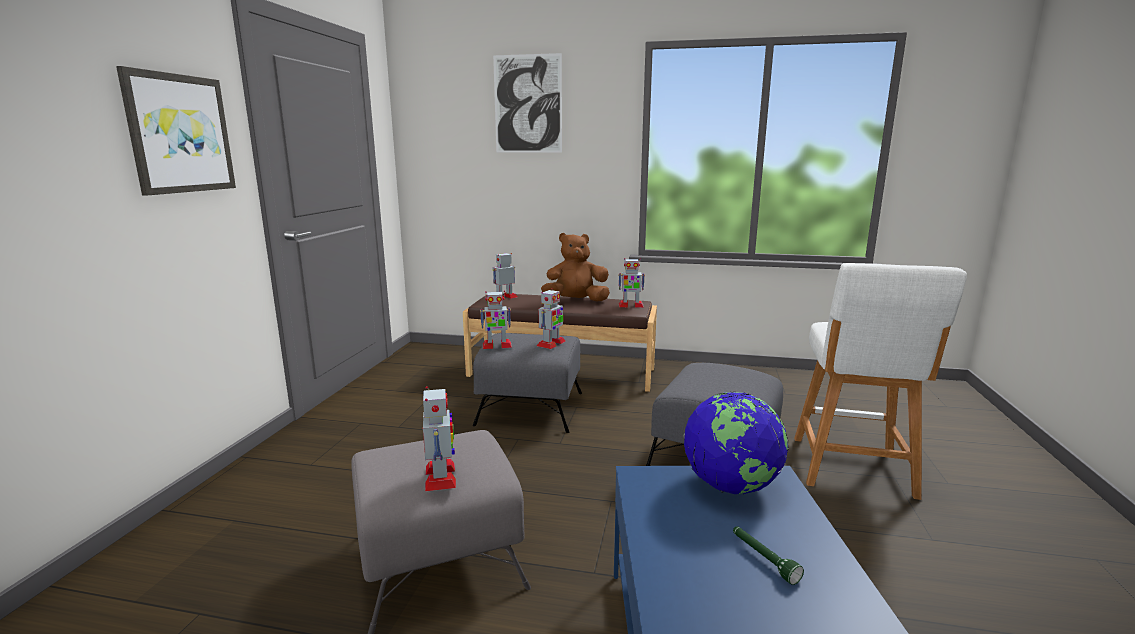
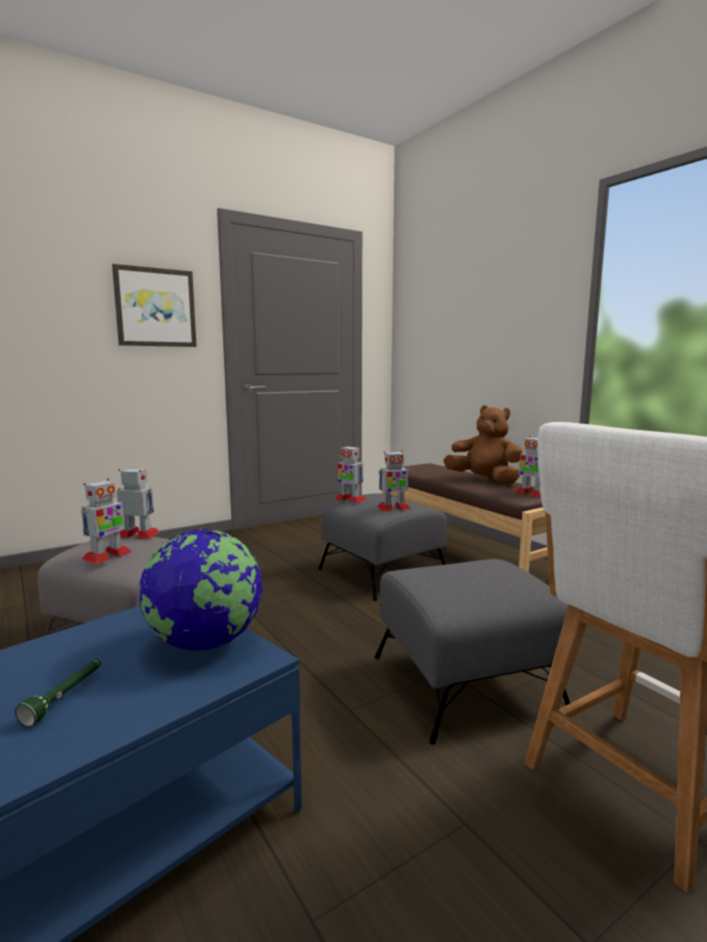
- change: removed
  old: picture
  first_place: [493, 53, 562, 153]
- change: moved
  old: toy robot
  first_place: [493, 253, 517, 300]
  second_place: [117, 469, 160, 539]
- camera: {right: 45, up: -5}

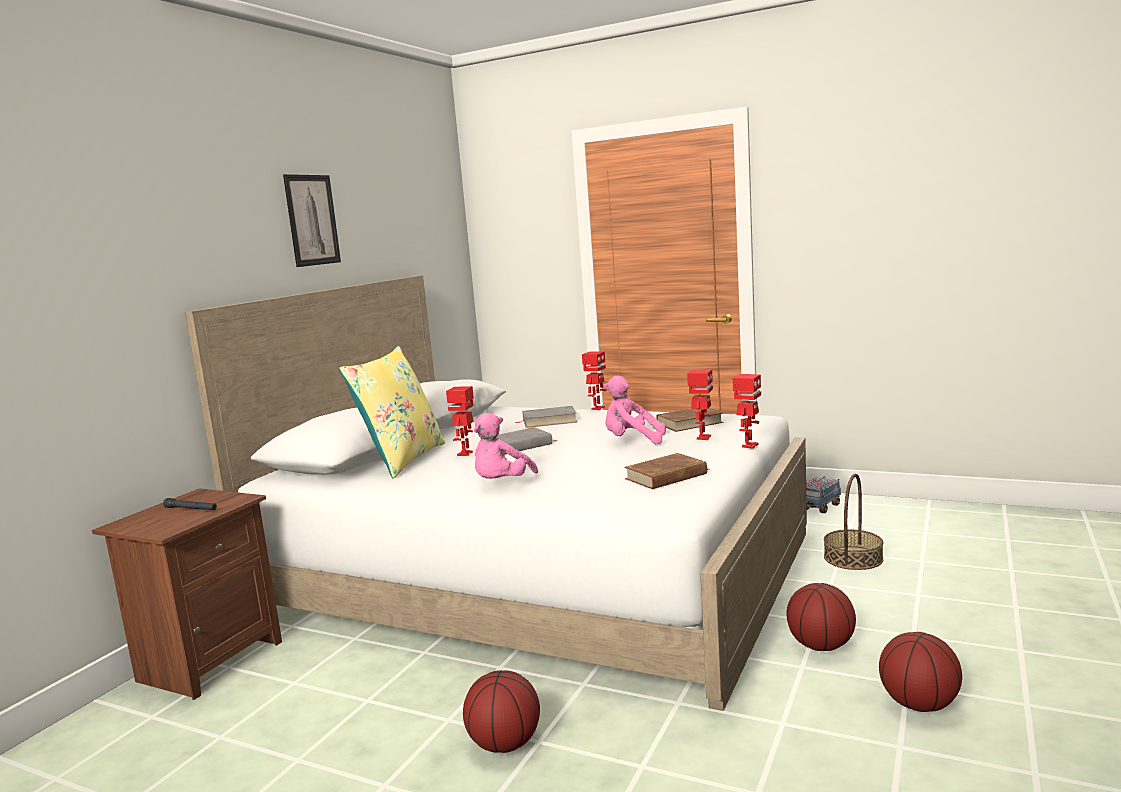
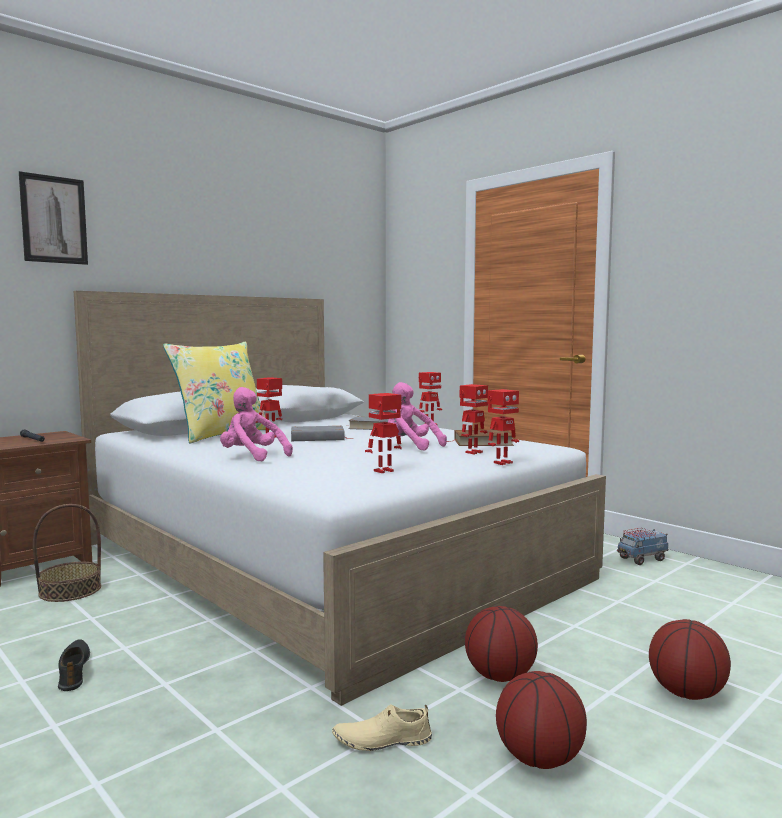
- change: moved
  old: picture
  first_place: [283, 174, 341, 267]
  second_place: [19, 171, 88, 265]
- change: turned
  old: pink plush toy
  first_place: [474, 413, 538, 479]
  second_place: [220, 387, 293, 461]
  degrees: 75
- change: replaced
  old: brown book
  new: toy robot
  first_place: [624, 453, 710, 489]
  second_place: [365, 393, 402, 473]
- change: moved
  old: basket
  first_place: [824, 474, 883, 570]
  second_place: [33, 504, 101, 602]
- change: moved
  old: basketball
  first_place: [463, 670, 540, 753]
  second_place: [649, 619, 731, 700]
- change: added
  new: black shoe
  second_place: [58, 639, 90, 691]
- change: added
  new: beige shoe
  second_place: [332, 704, 432, 751]
- camera: {right: 20, up: -5}

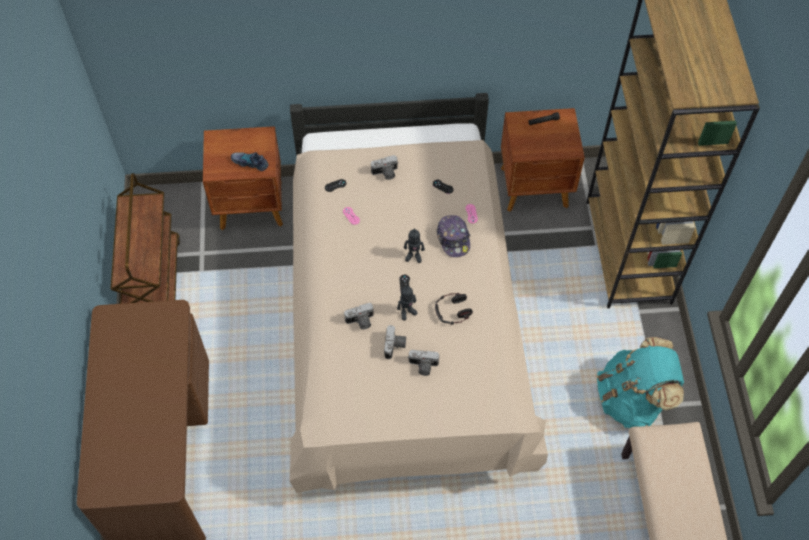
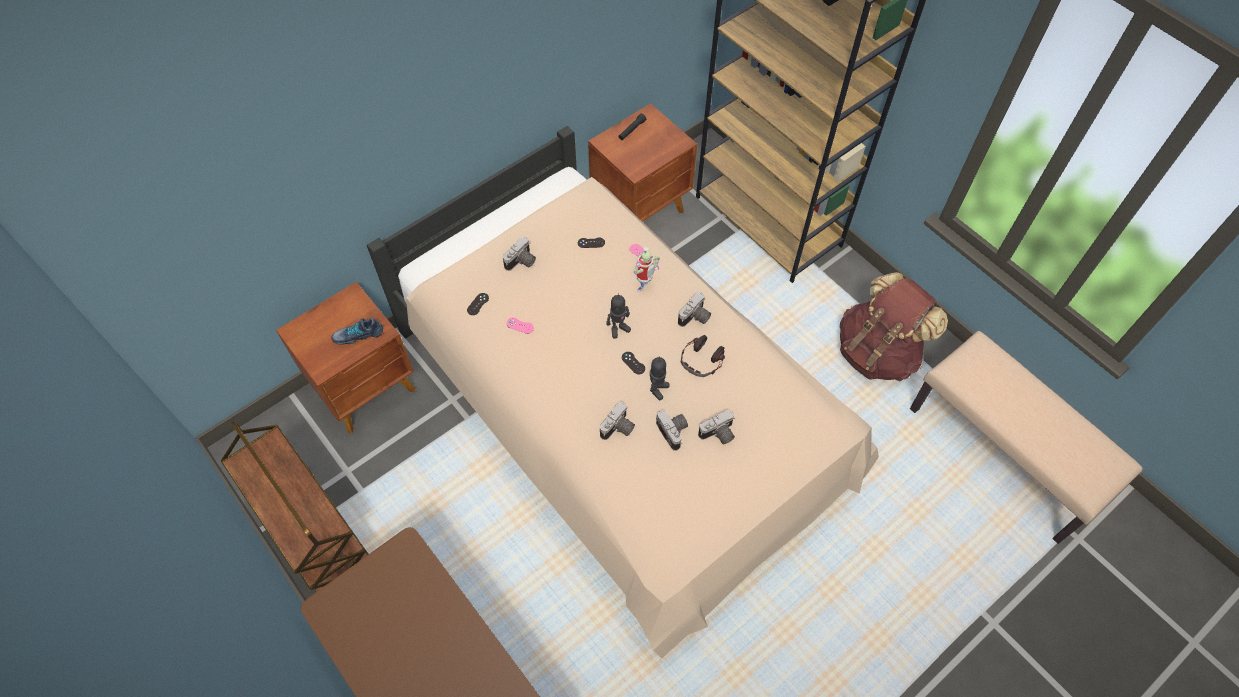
- change: replaced
  old: cap
  new: toy robot
  first_place: [437, 215, 471, 257]
  second_place: [634, 247, 660, 292]
- change: recoloured
  old: turquoise backpack
  new: brown backpack
  first_place: [597, 337, 684, 428]
  second_place: [840, 272, 948, 381]
- change: added
  new: photo camera
  second_place: [678, 292, 711, 327]
- camera: {right: -35, up: 0}

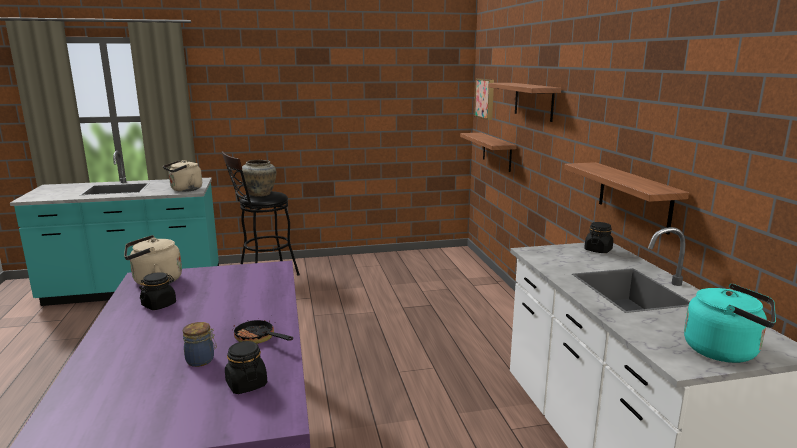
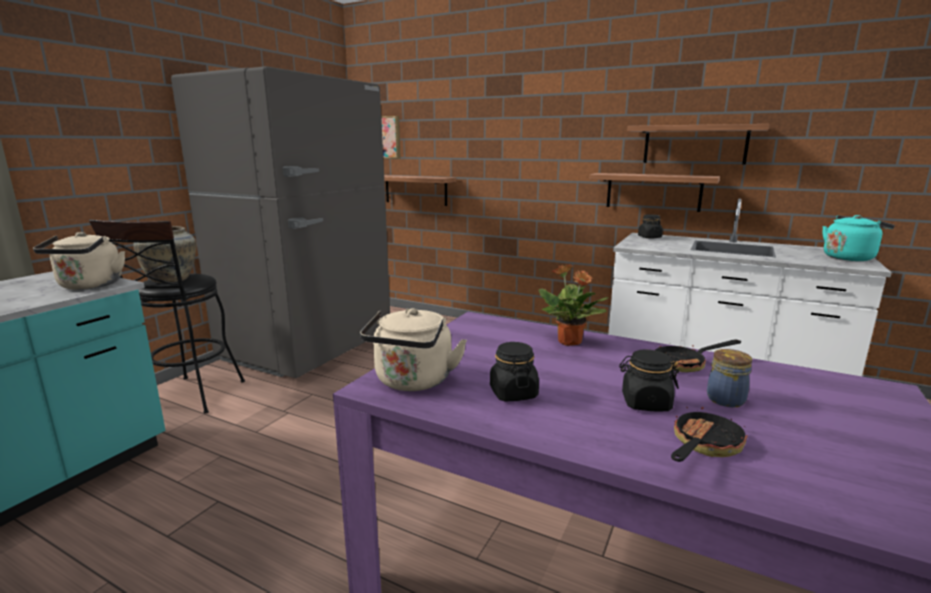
- change: moved
  old: shelf
  first_place: [488, 83, 561, 122]
  second_place: [627, 124, 770, 165]
- change: moved
  old: black jar
  first_place: [225, 341, 267, 394]
  second_place: [619, 349, 679, 412]
- change: added
  new: grey fridge
  second_place: [171, 66, 390, 378]
- change: added
  new: potted plant
  second_place: [539, 264, 608, 346]
- change: added
  new: frying pan
  second_place: [671, 399, 748, 462]
- camera: {right: -50, up: 0}

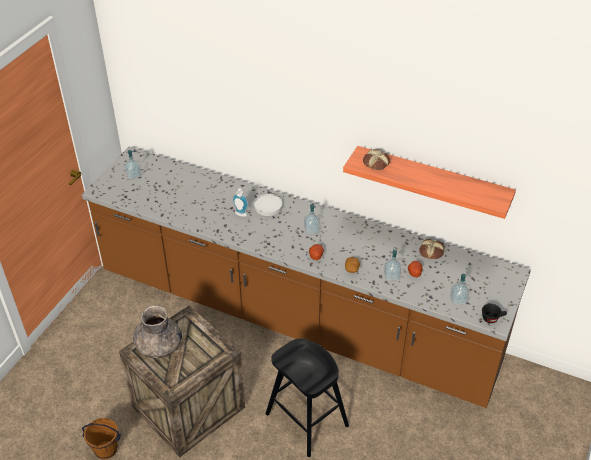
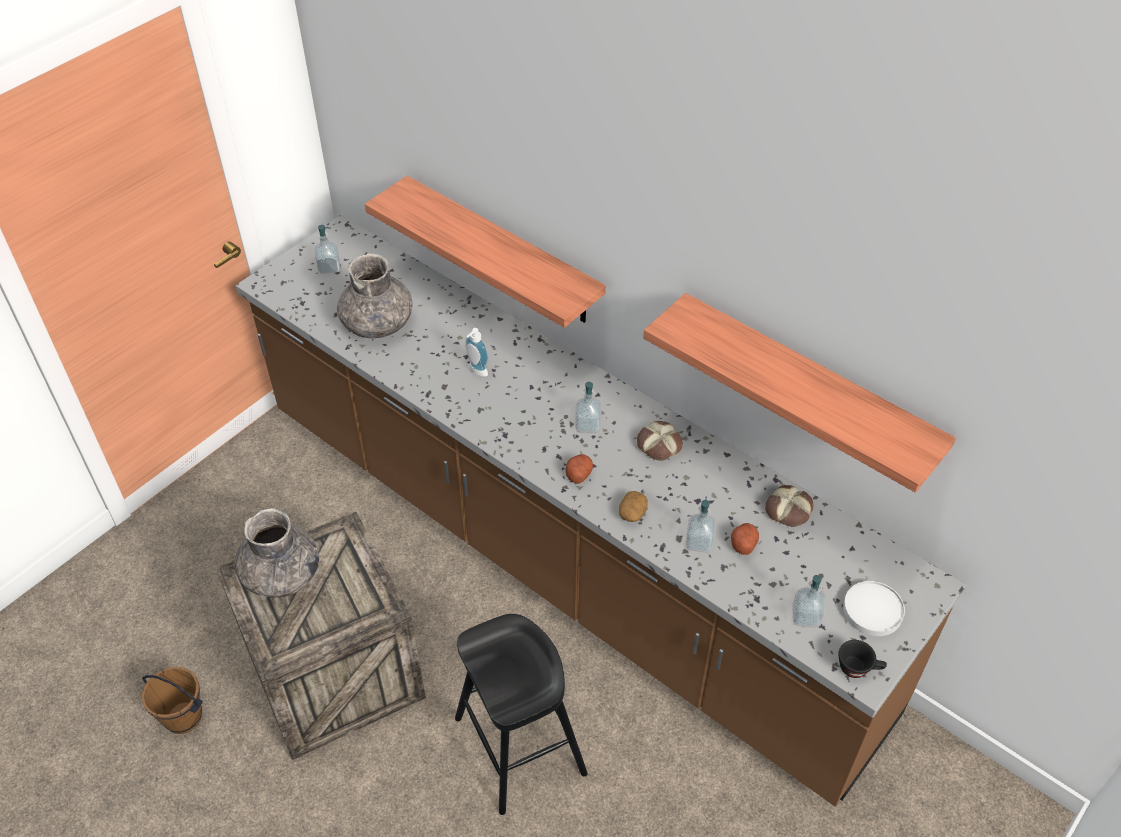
- change: moved
  old: bread
  first_place: [363, 149, 390, 170]
  second_place: [637, 421, 683, 461]
- change: moved
  old: white plate
  first_place: [254, 194, 282, 216]
  second_place: [843, 581, 905, 636]
- change: added
  new: shelf
  second_place: [365, 176, 606, 328]
- change: added
  new: grey vase
  second_place: [337, 254, 413, 338]
- camera: {right: 15, up: 5}

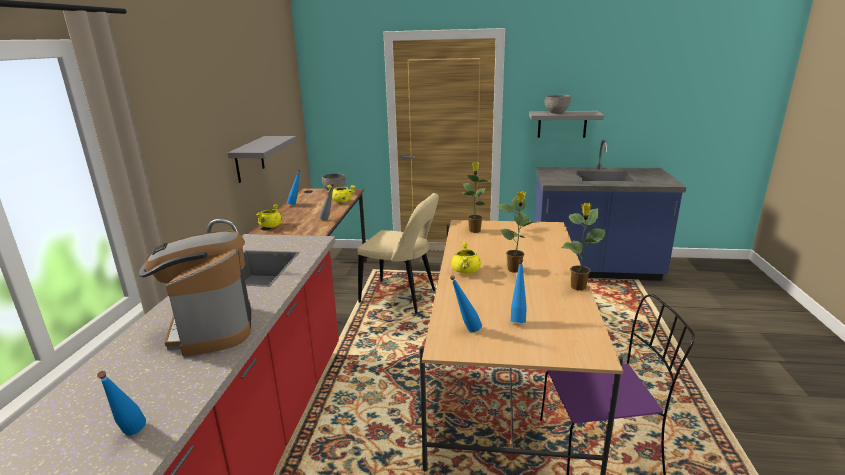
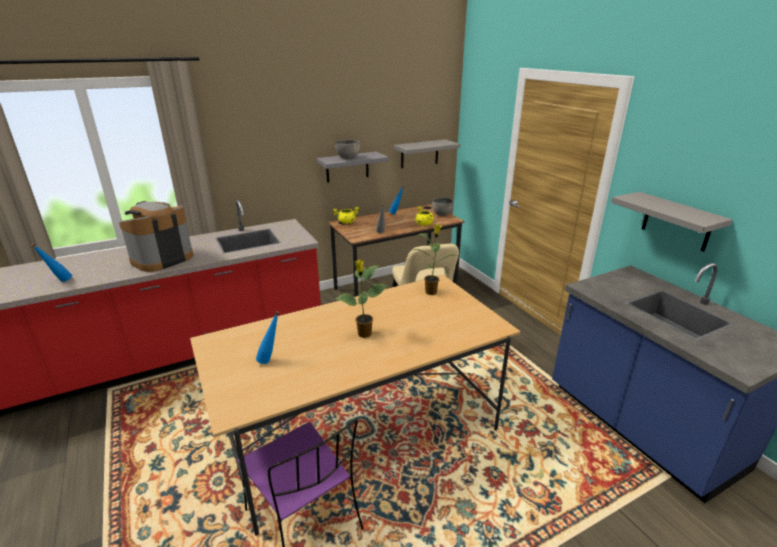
- change: moved
  old: grey bowl
  first_place: [545, 95, 571, 114]
  second_place: [335, 140, 360, 159]
- change: removed
  old: potted plant
  first_place: [561, 203, 605, 290]
- change: removed
  old: yellow cooking pot
  first_place: [452, 242, 481, 274]
- change: removed
  old: blue bottle
  first_place: [450, 275, 482, 332]
- change: added
  new: grey shelf
  second_place: [394, 139, 460, 168]
- camera: {right: 55, up: 5}

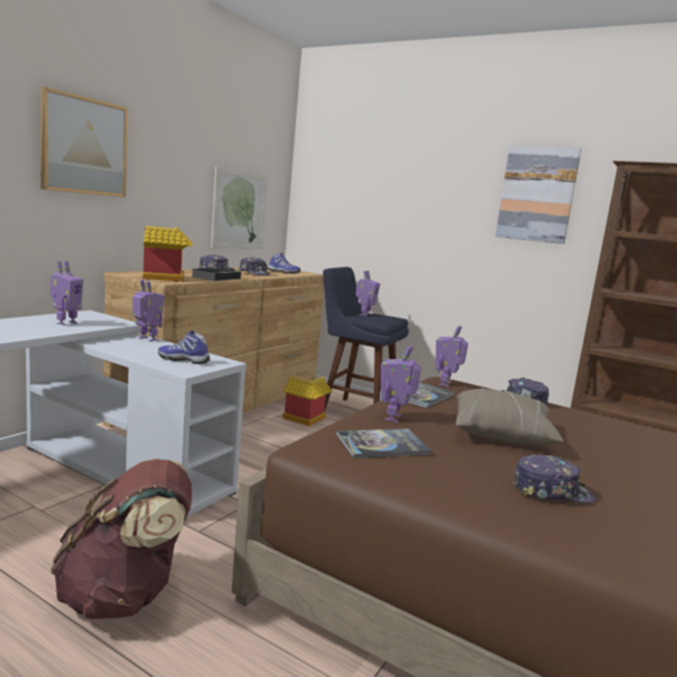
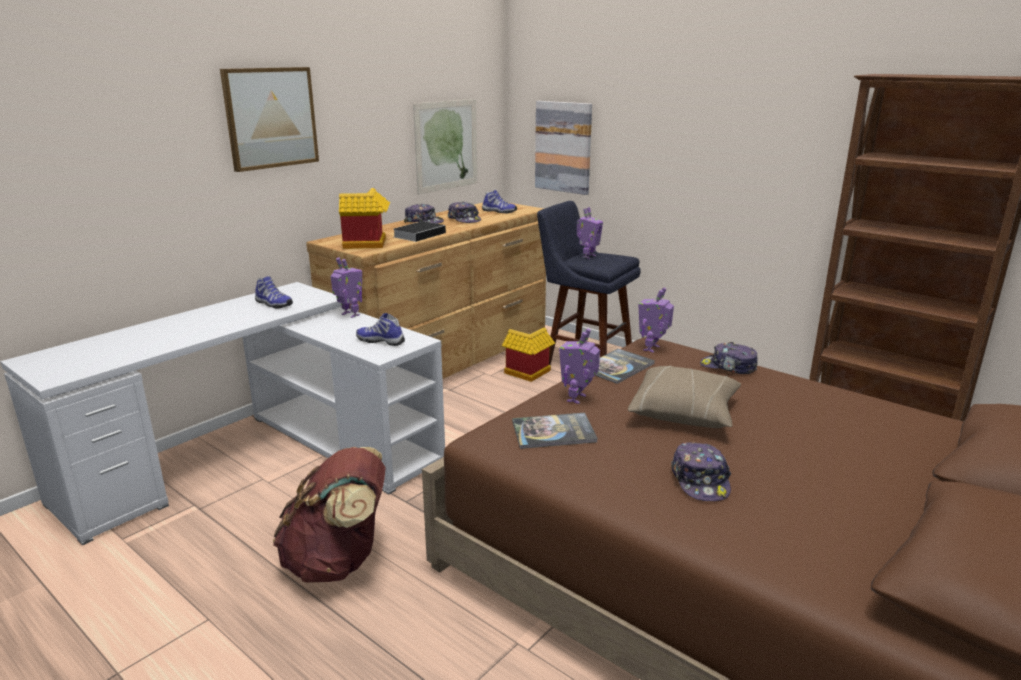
- change: moved
  old: picture
  first_place: [495, 146, 582, 244]
  second_place: [535, 101, 592, 195]
- change: replaced
  old: toy robot
  new: shoe
  first_place: [50, 261, 84, 326]
  second_place: [255, 276, 293, 309]
- change: turned
  old: cap
  first_place: [513, 455, 595, 503]
  second_place: [671, 442, 731, 501]
  degrees: 75
- camera: {right: 10, up: 10}

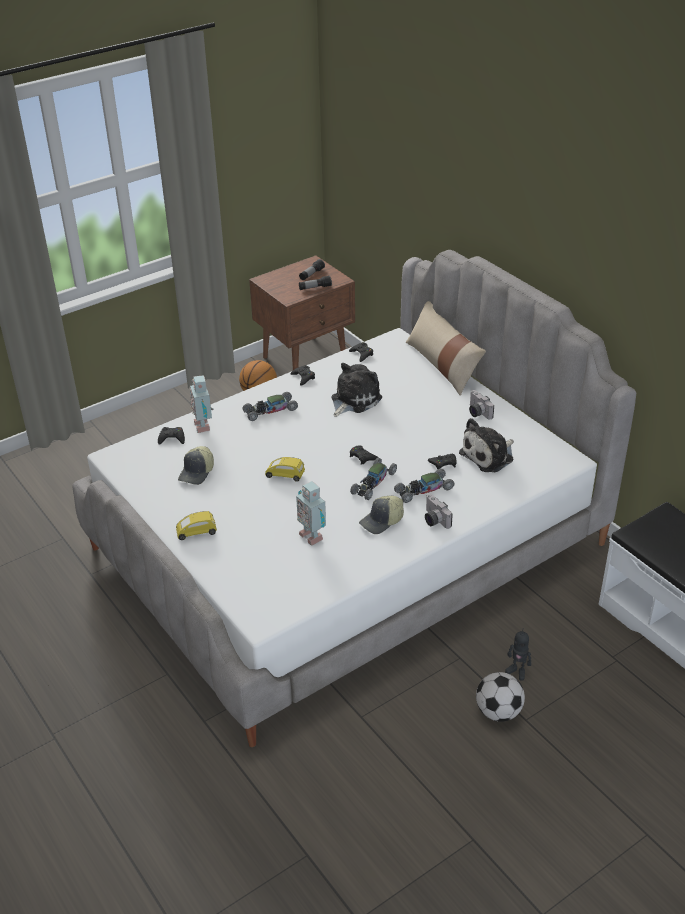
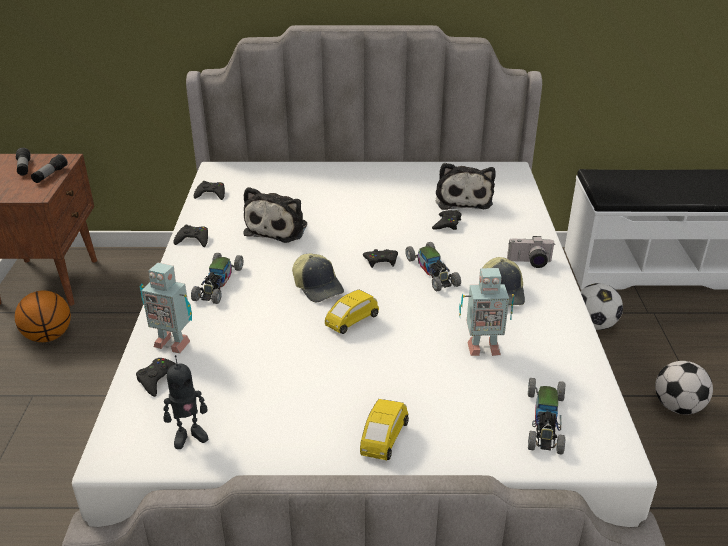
- change: removed
  old: beige pillow
  first_place: [406, 301, 486, 396]
- change: turned
  old: plush toy
  first_place: [331, 363, 382, 417]
  second_place: [243, 187, 307, 243]
  degrees: -150
- change: removed
  old: photo camera
  first_place: [469, 390, 494, 419]
- change: moved
  old: cap
  first_place: [178, 446, 214, 485]
  second_place: [292, 254, 344, 302]
- change: moved
  old: toy car
  first_place: [394, 469, 454, 503]
  second_place: [528, 378, 565, 455]
- change: moved
  old: toy robot
  first_place: [505, 628, 531, 681]
  second_place: [163, 355, 208, 449]
- change: added
  new: football
  second_place: [580, 283, 623, 330]
- camera: {right: -55, up: -5}

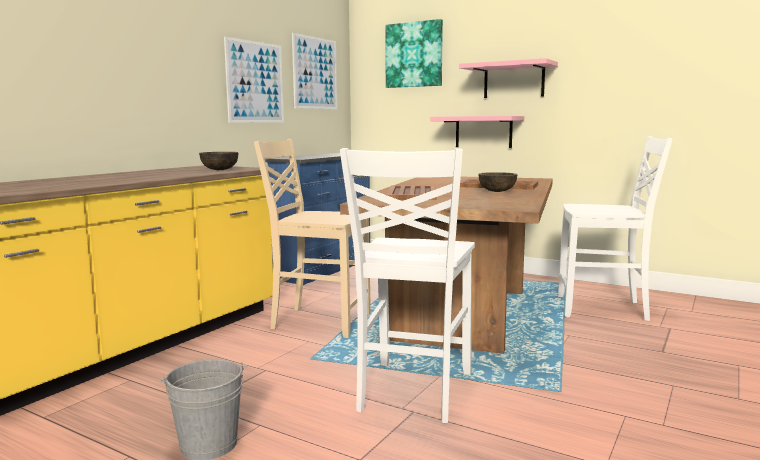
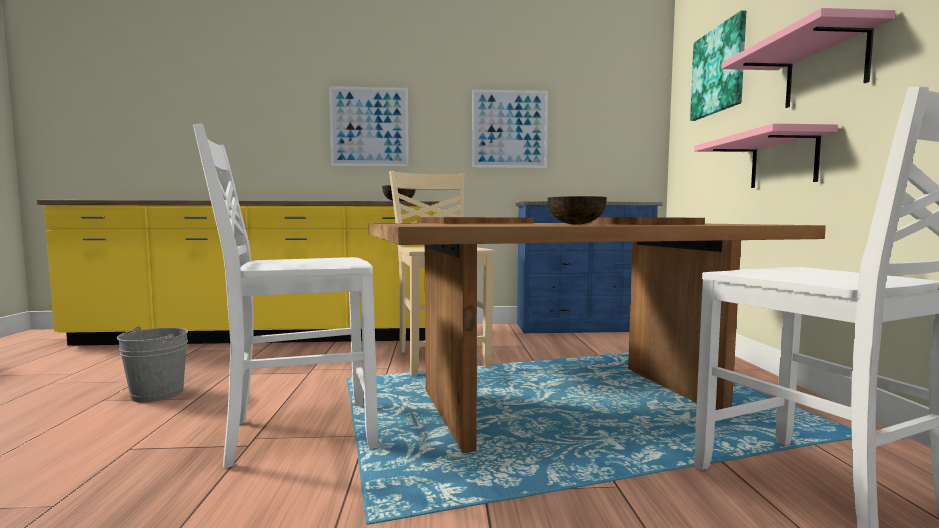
- change: moved
  old: picture
  first_place: [292, 33, 337, 109]
  second_place: [329, 86, 409, 167]
- camera: {right: 55, up: -5}

